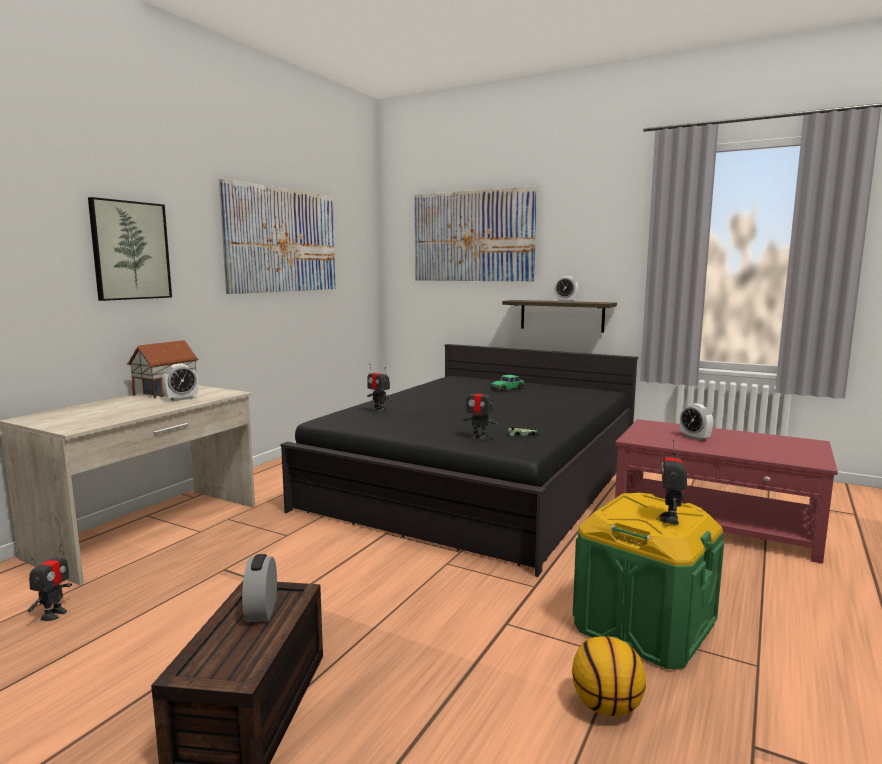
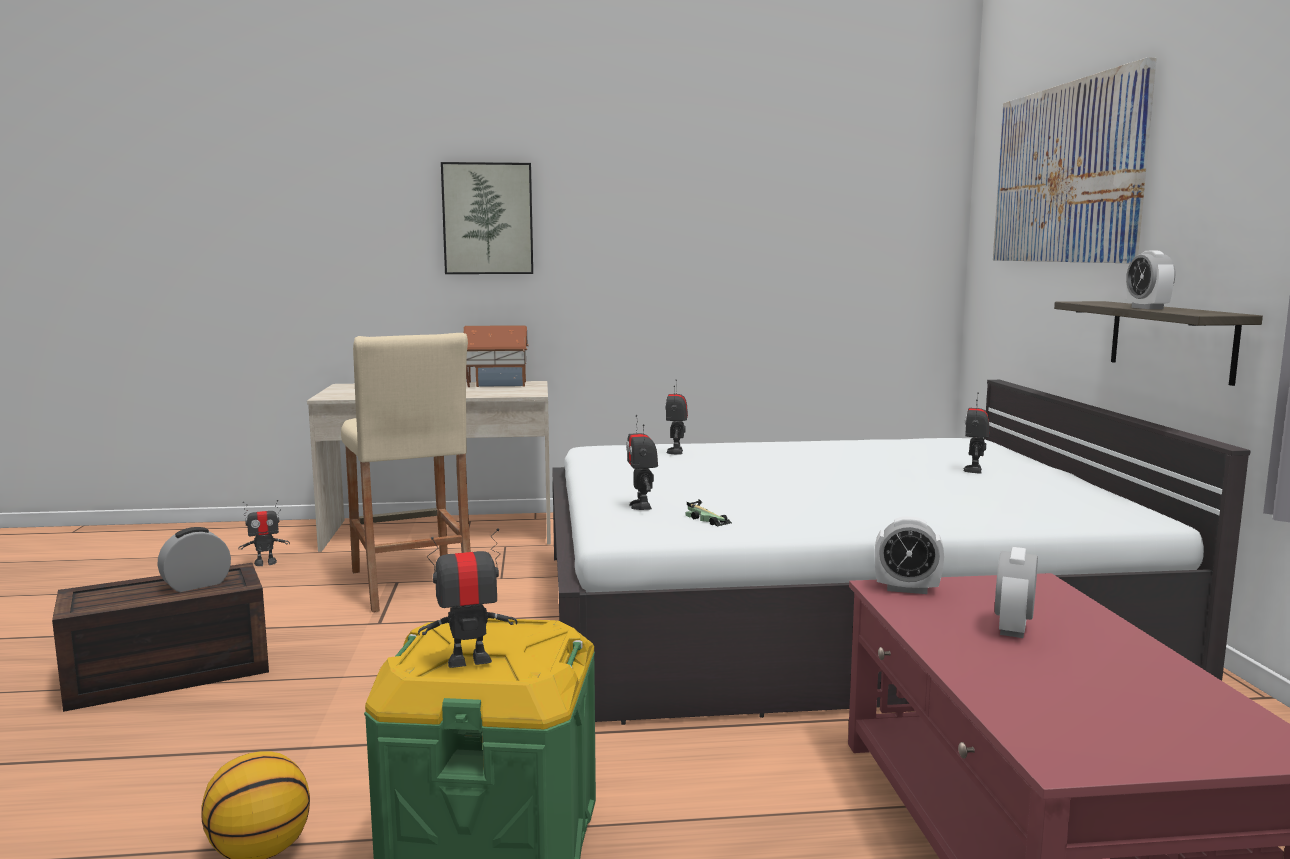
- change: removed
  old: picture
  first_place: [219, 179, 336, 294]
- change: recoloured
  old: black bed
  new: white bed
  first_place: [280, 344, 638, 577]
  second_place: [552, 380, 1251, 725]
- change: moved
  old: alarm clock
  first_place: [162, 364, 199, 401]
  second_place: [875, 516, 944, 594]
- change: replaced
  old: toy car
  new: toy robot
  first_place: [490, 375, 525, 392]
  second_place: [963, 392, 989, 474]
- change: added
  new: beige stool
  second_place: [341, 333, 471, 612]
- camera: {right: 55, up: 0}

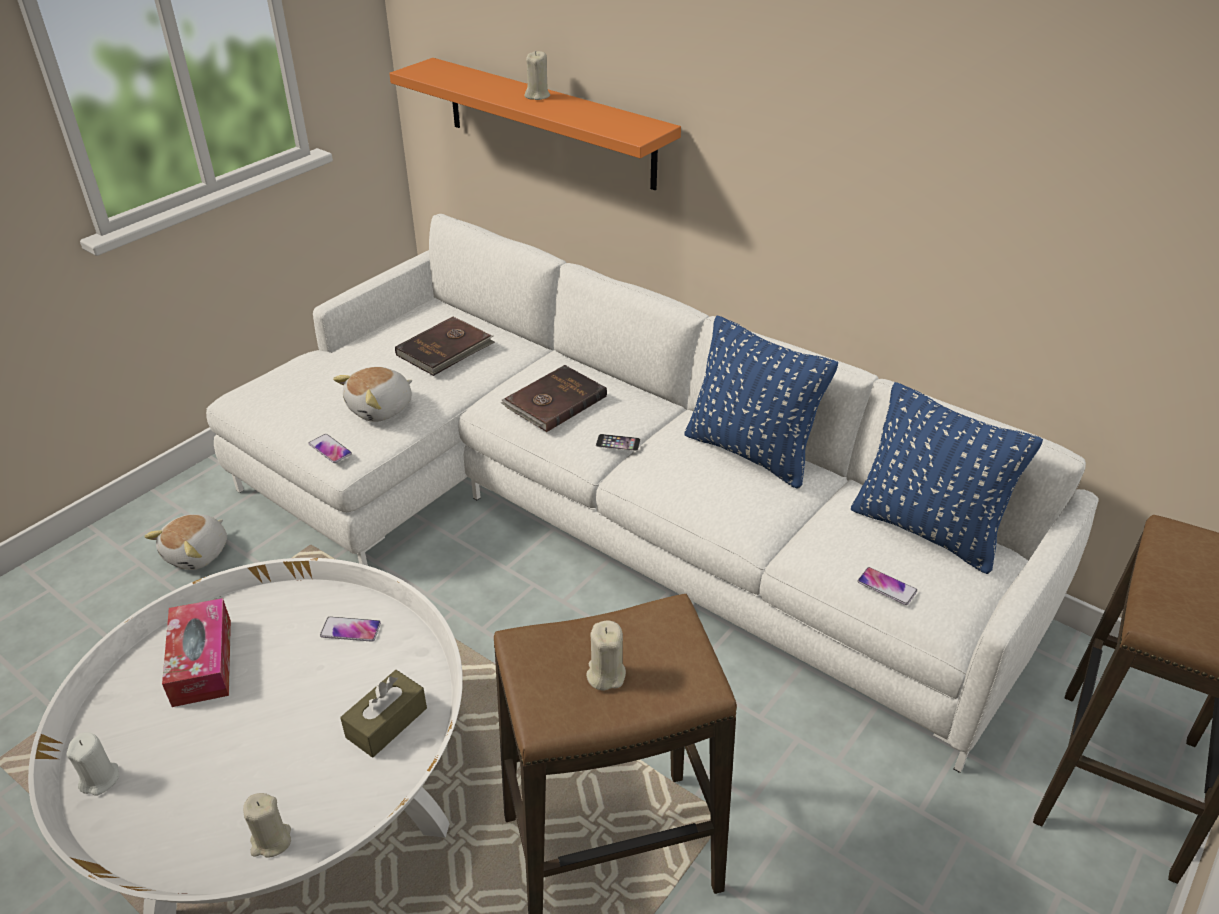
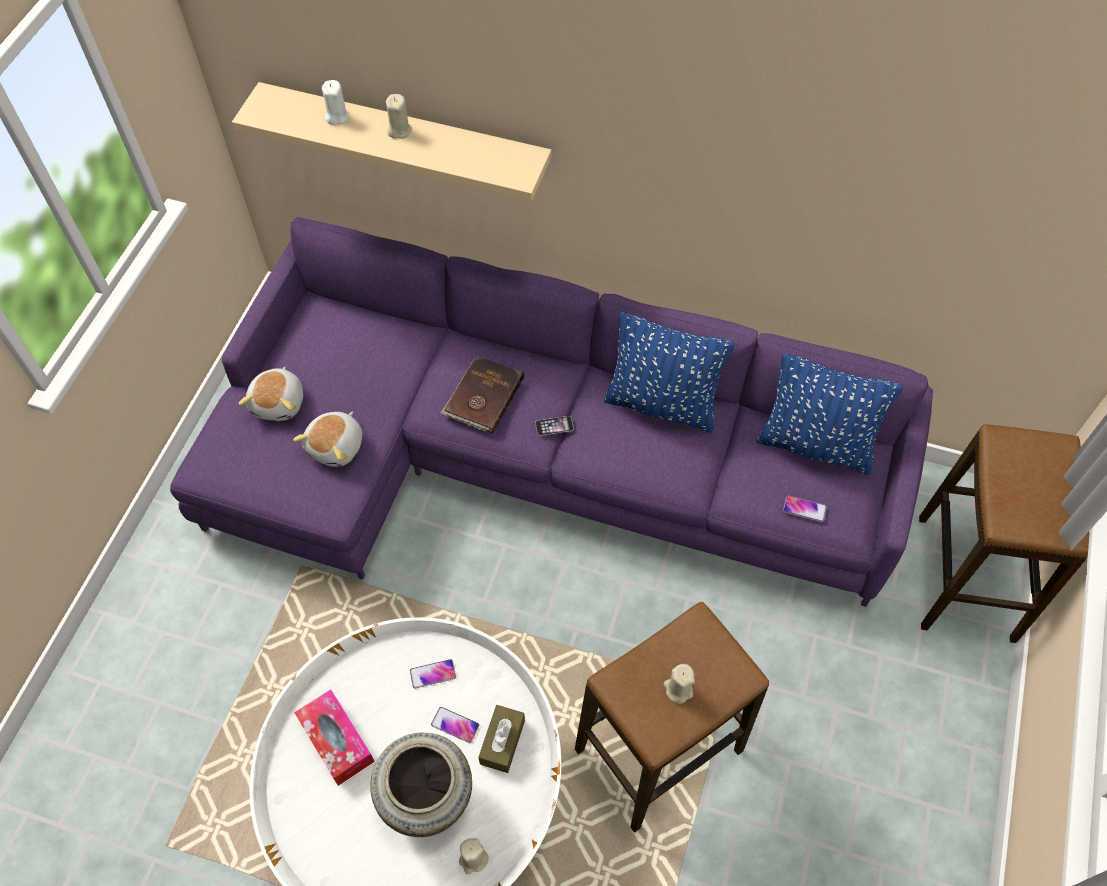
- change: recoloured
  old: orange shelf
  new: beige shelf
  first_place: [389, 58, 681, 190]
  second_place: [232, 82, 552, 201]
- change: recoloured
  old: white sofa
  new: purple sofa
  first_place: [206, 214, 1099, 773]
  second_place: [170, 217, 933, 607]
- change: removed
  old: brown book
  first_place: [395, 317, 495, 376]
- change: moved
  old: phone
  first_place: [309, 434, 352, 463]
  second_place: [431, 707, 479, 743]
- change: moved
  old: plush toy
  first_place: [144, 514, 227, 570]
  second_place: [239, 367, 303, 421]
- change: moved
  old: white candle
  first_place: [66, 733, 119, 796]
  second_place: [322, 80, 349, 125]
- change: added
  new: beige vase
  second_place: [370, 733, 472, 837]
- camera: {right: -20, up: 20}

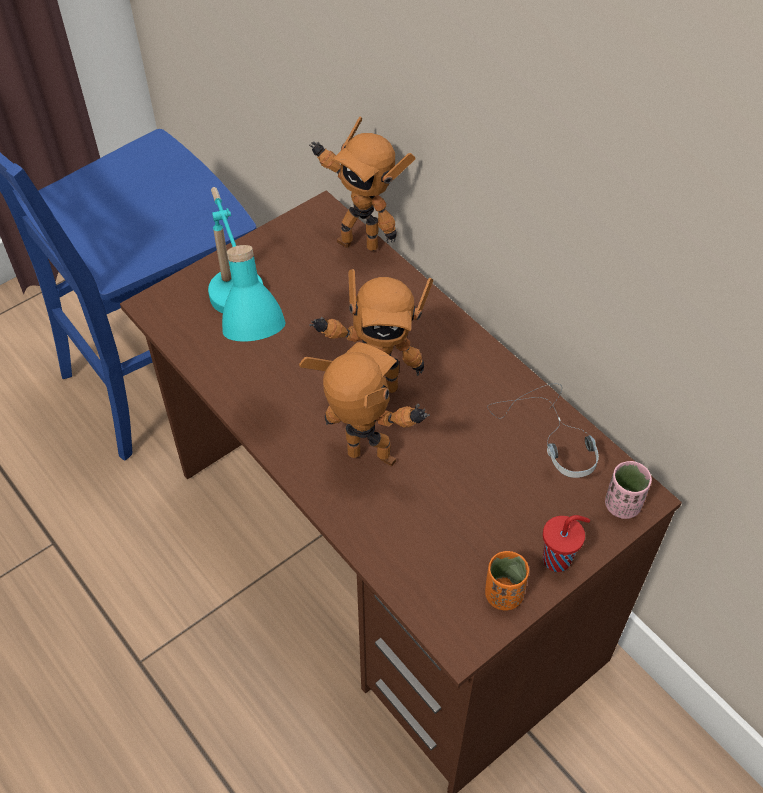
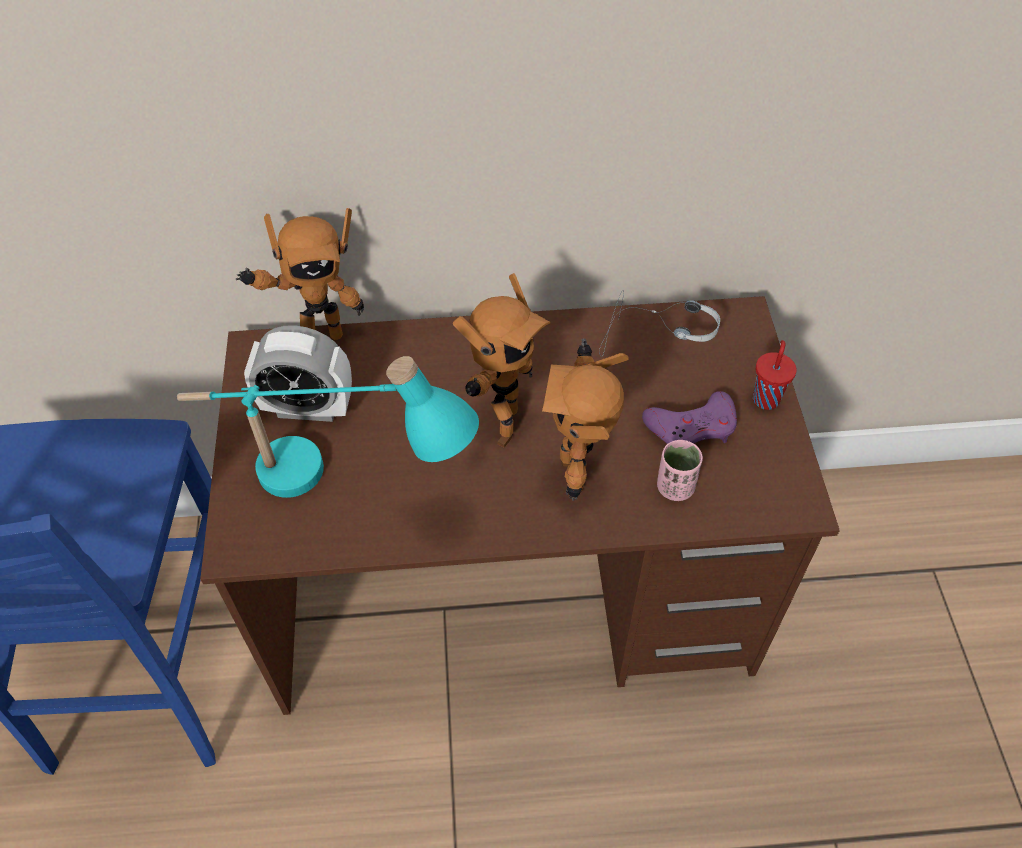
- change: turned
  old: toy robot
  first_place: [299, 342, 430, 466]
  second_place: [542, 338, 629, 501]
  degrees: -60
- change: moved
  old: pink cup
  first_place: [605, 461, 652, 519]
  second_place: [657, 440, 703, 501]
- change: removed
  old: orange cup
  first_place: [485, 551, 529, 610]
- change: added
  new: alarm clock
  second_place: [244, 325, 352, 422]
- change: added
  new: purple game controller
  second_place: [642, 391, 737, 444]
- camera: {right: -55, up: 0}

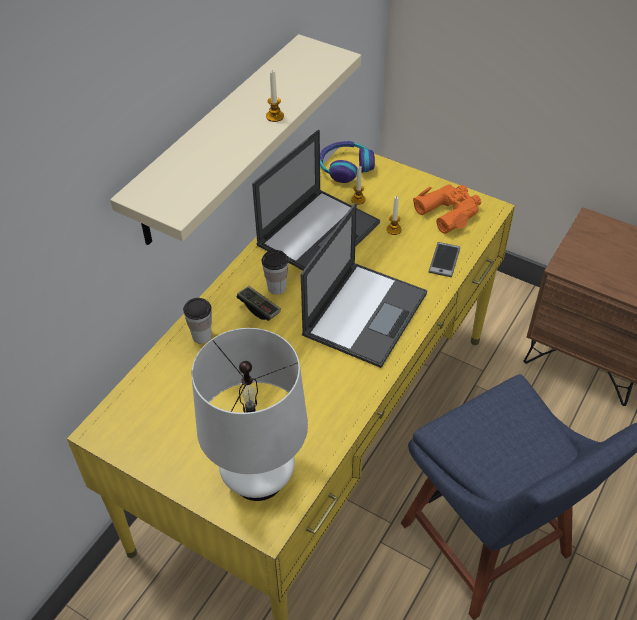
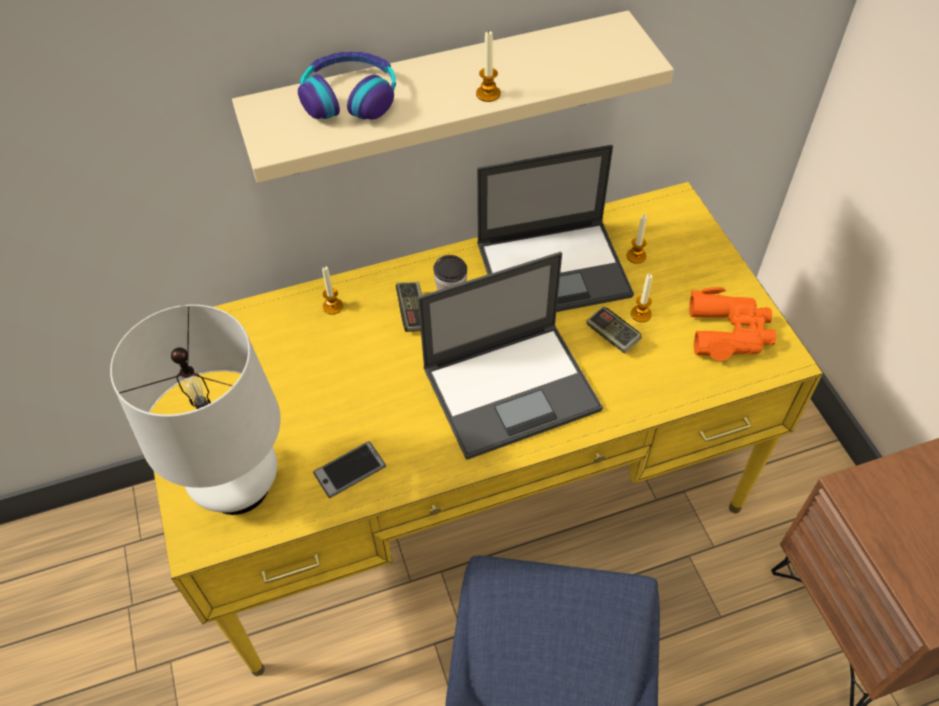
- change: moved
  old: headphones
  first_place: [320, 141, 375, 183]
  second_place: [298, 52, 396, 120]
- change: moved
  old: phone
  first_place: [428, 242, 460, 277]
  second_place: [313, 441, 386, 498]
- change: replaced
  old: cup
  new: candle
  first_place: [183, 298, 212, 344]
  second_place: [322, 266, 343, 315]
- change: added
  new: game controller
  second_place: [586, 307, 642, 354]
- camera: {right: 40, up: 5}

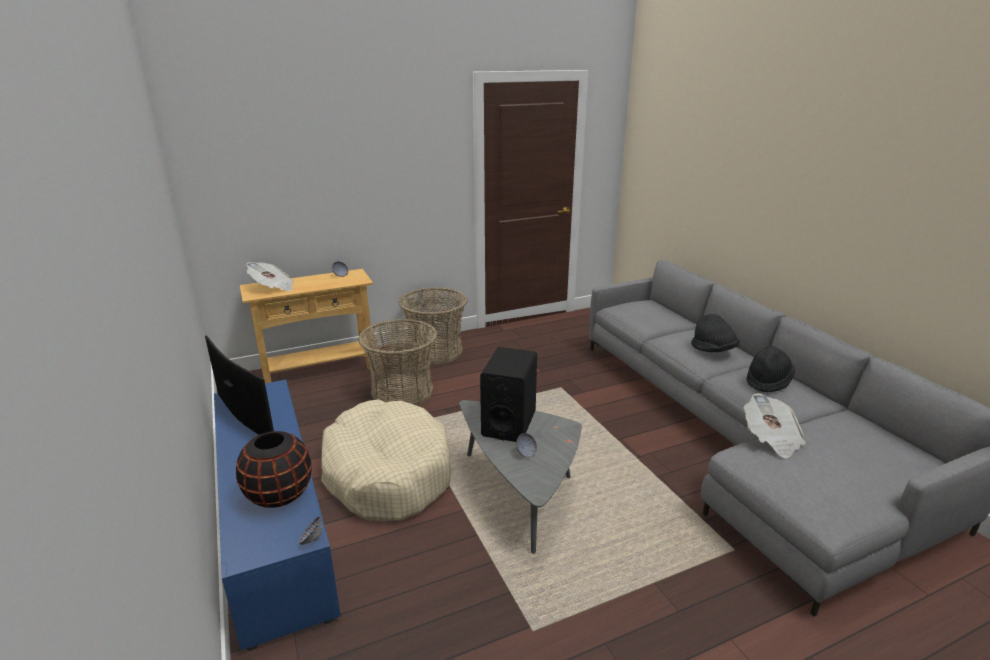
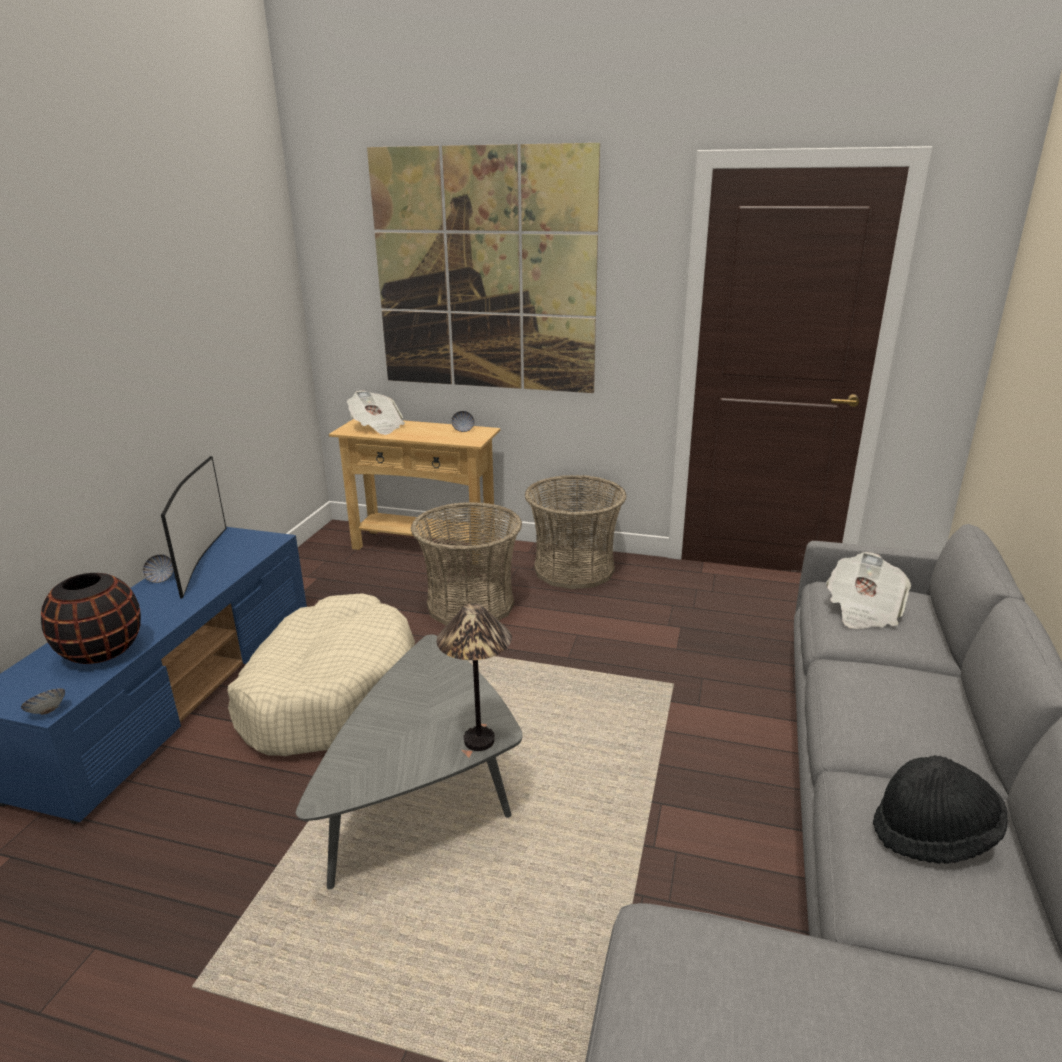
- change: removed
  old: black hat
  first_place: [691, 314, 740, 352]
- change: removed
  old: black speaker
  first_place: [480, 347, 537, 442]
- change: moved
  old: newspaper
  first_place: [744, 393, 806, 458]
  second_place: [826, 552, 911, 629]
- change: moved
  old: bowl
  first_place: [516, 433, 537, 458]
  second_place: [143, 554, 173, 583]
- change: added
  new: picture
  second_place: [367, 143, 600, 393]
- change: added
  new: table lamp
  second_place: [437, 603, 512, 751]
- camera: {right: 40, up: 0}

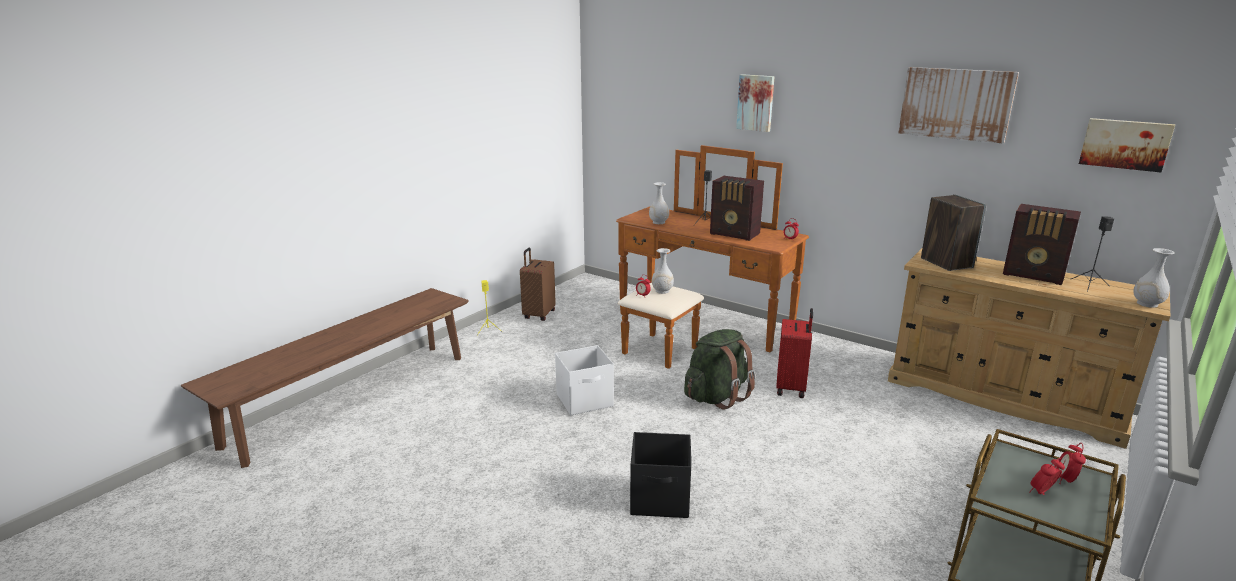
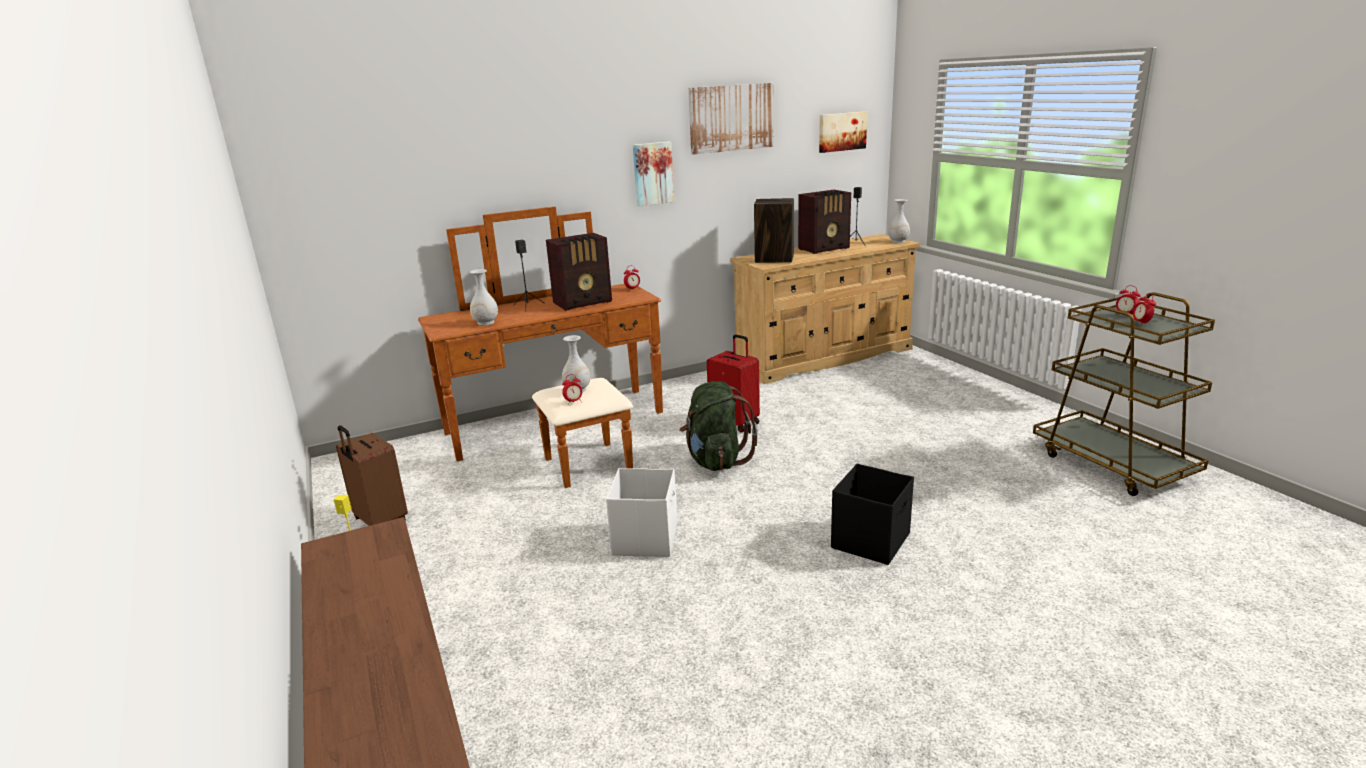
- change: moved
  old: picture
  first_place: [736, 74, 775, 132]
  second_place: [633, 141, 674, 206]
- camera: {right: -60, up: 0}

